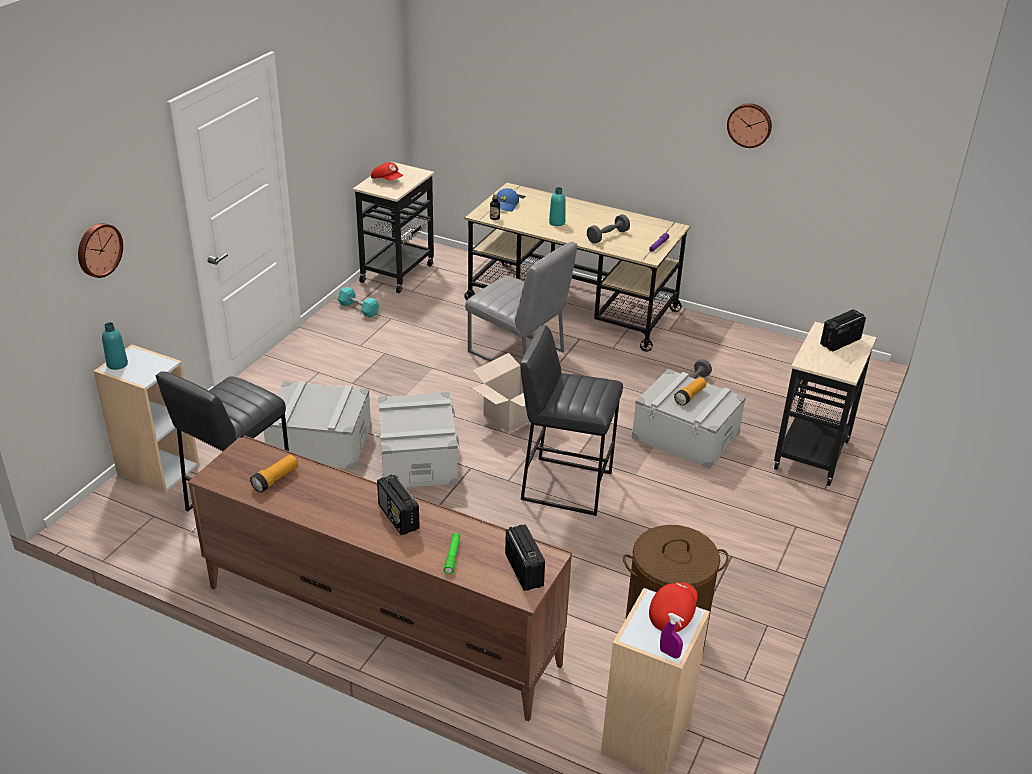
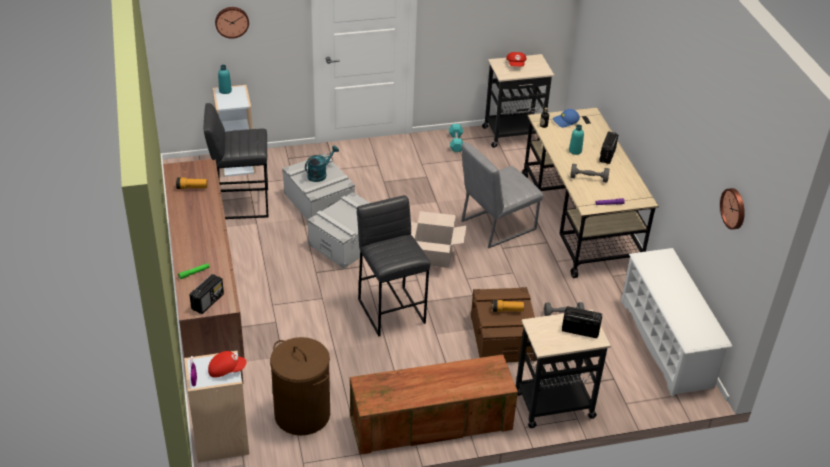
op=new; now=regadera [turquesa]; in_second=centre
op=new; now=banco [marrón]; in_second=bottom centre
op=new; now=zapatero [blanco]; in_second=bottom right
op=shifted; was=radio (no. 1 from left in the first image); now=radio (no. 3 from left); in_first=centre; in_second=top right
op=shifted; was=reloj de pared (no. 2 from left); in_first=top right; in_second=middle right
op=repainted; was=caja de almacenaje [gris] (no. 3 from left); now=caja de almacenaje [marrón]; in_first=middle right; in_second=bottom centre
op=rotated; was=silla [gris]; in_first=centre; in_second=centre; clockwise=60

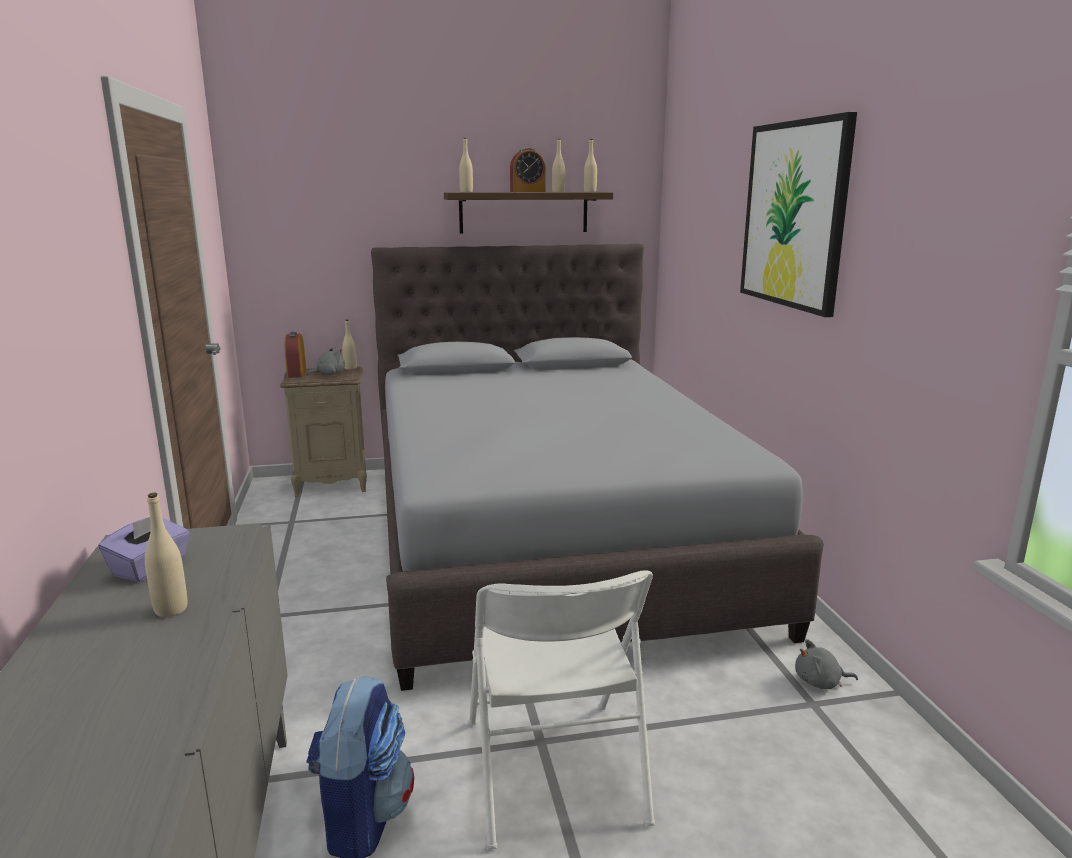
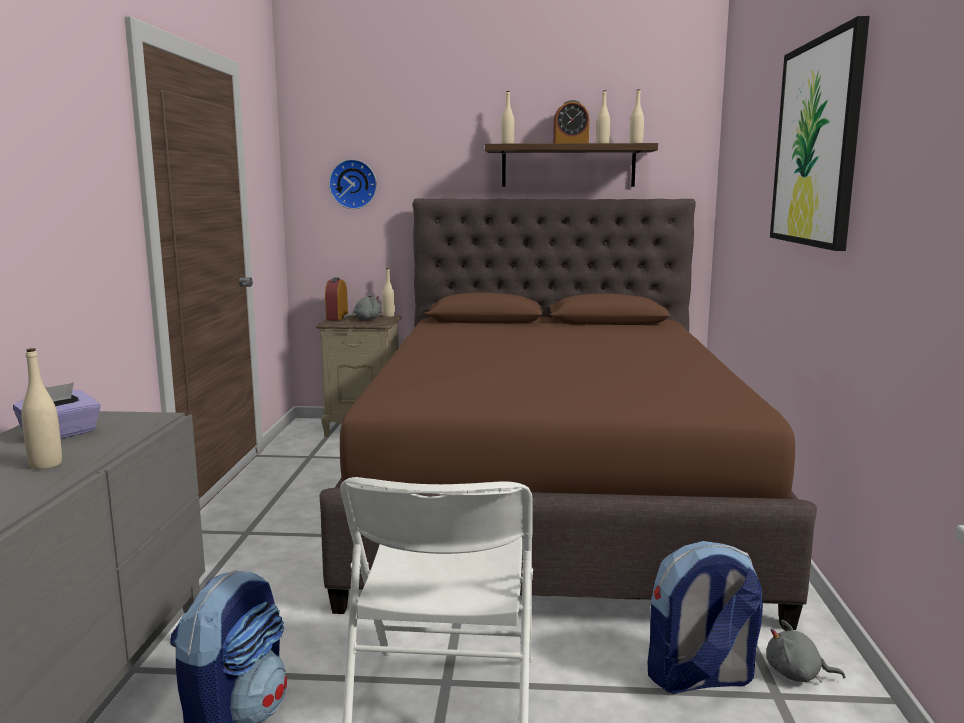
op=new; now=reloj de pared; in_second=top centre
op=new; now=mochila (no. 2 from left); in_second=bottom right
op=repainted; was=cama [gris]; now=cama [marrón]; in_first=centre; in_second=centre

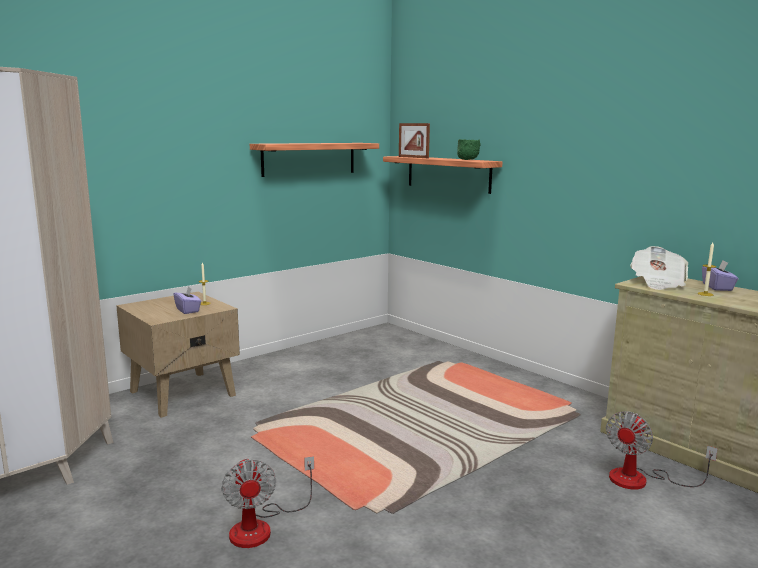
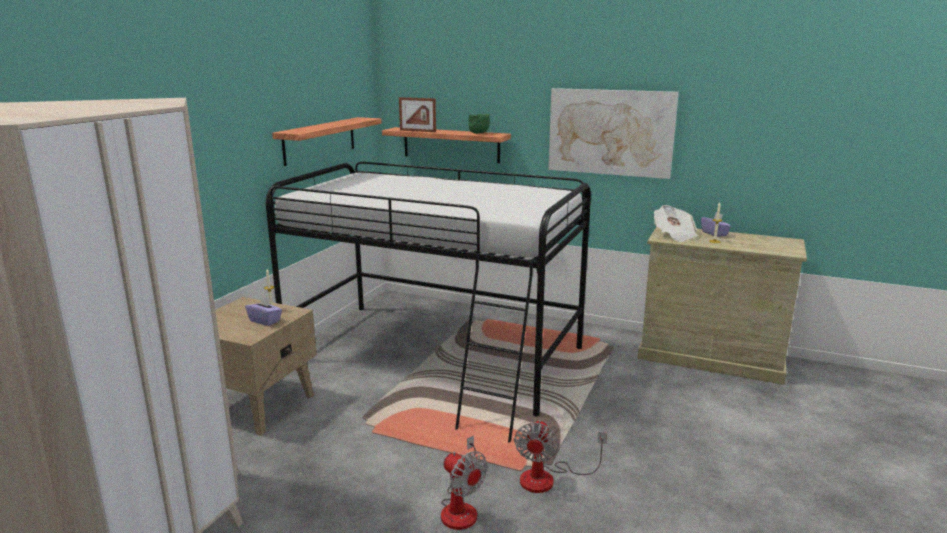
op=new; now=cama [negro]; in_second=centre
op=new; now=cuadro; in_second=top centre
op=shifted; was=ventilador (no. 2 from left); in_first=bottom right; in_second=bottom centre

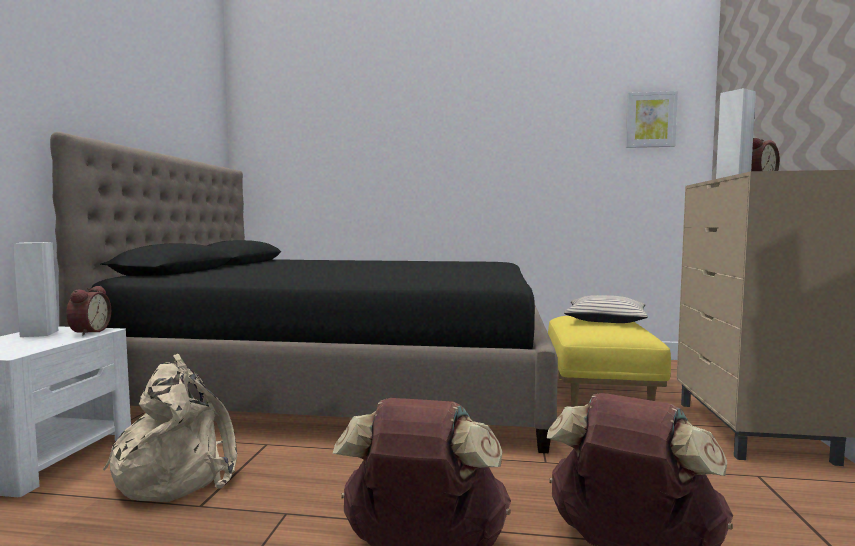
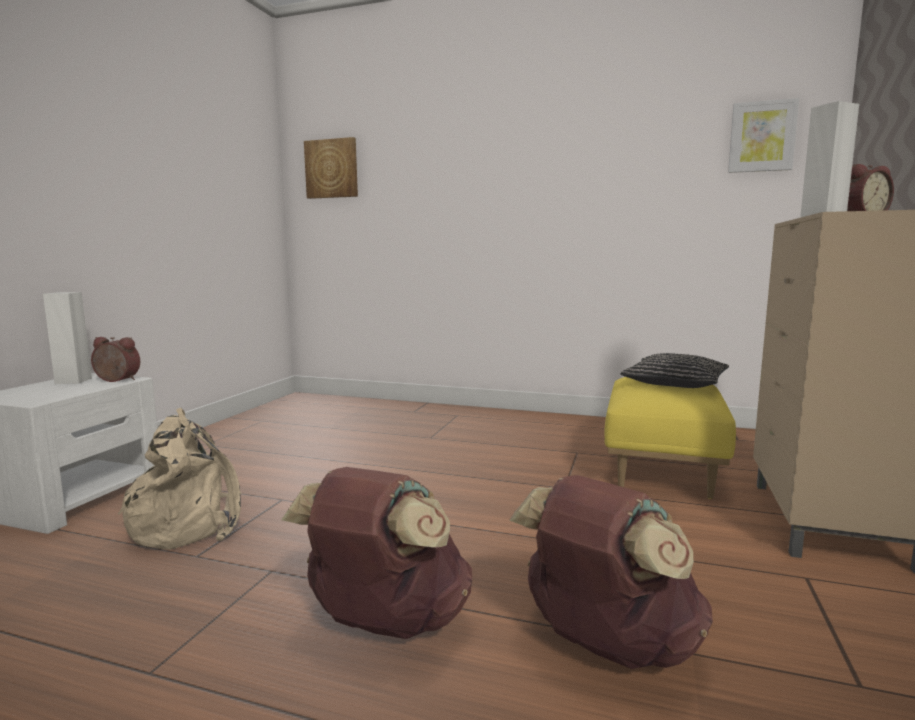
op=gone; was=cama [negro]; in_first=centre
op=new; now=cuadro (no. 1 from left); in_second=top centre
op=repainted; was=cojín [beis]; now=cojín [negro]; in_first=middle right; in_second=middle right
op=rotated; was=despertador (no. 1 from left); in_first=middle left; in_second=middle left; clockwise=-90

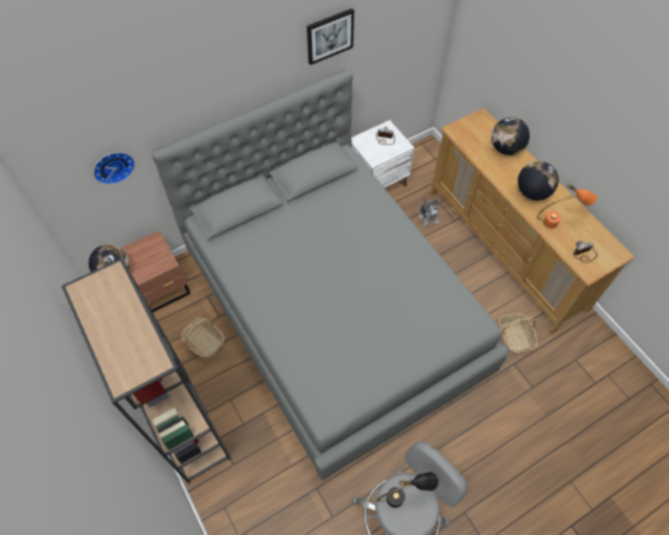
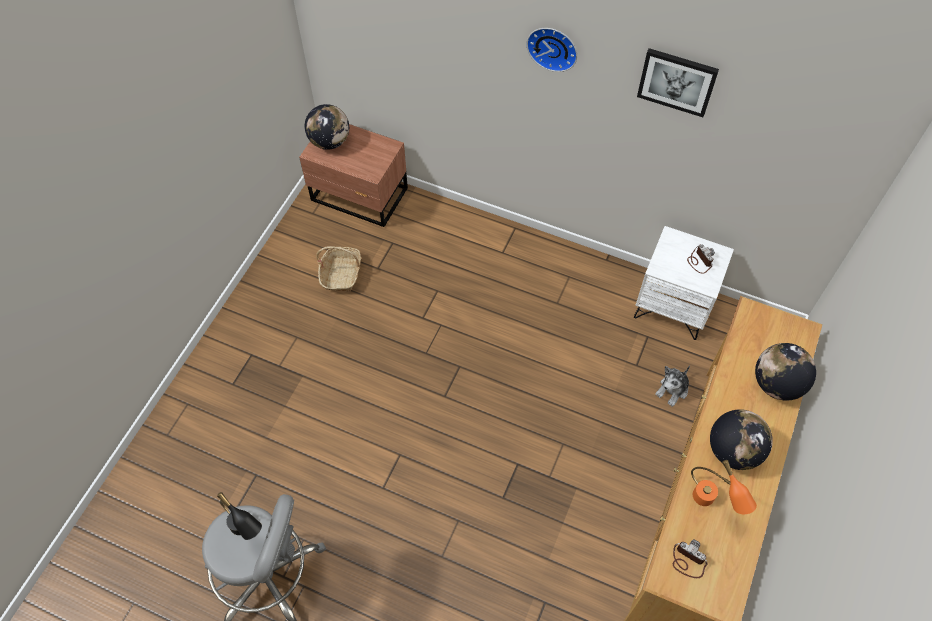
op=gone; was=estantería; in_first=bottom left
op=gone; was=cama [gris]; in_first=centre
op=gone; was=cesta (no. 2 from left); in_first=middle right
op=shifted; was=reloj de pared; in_first=top left; in_second=top centre

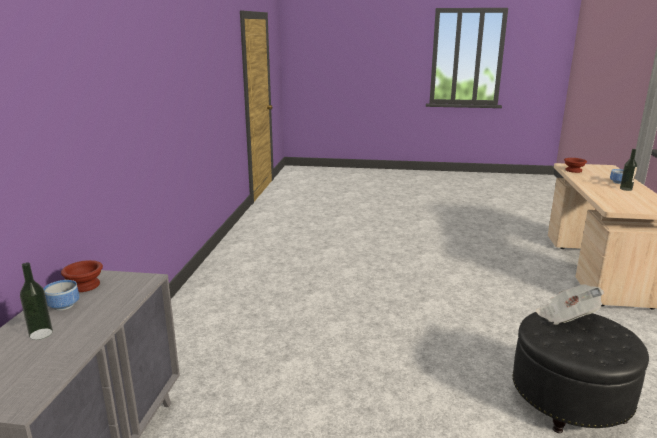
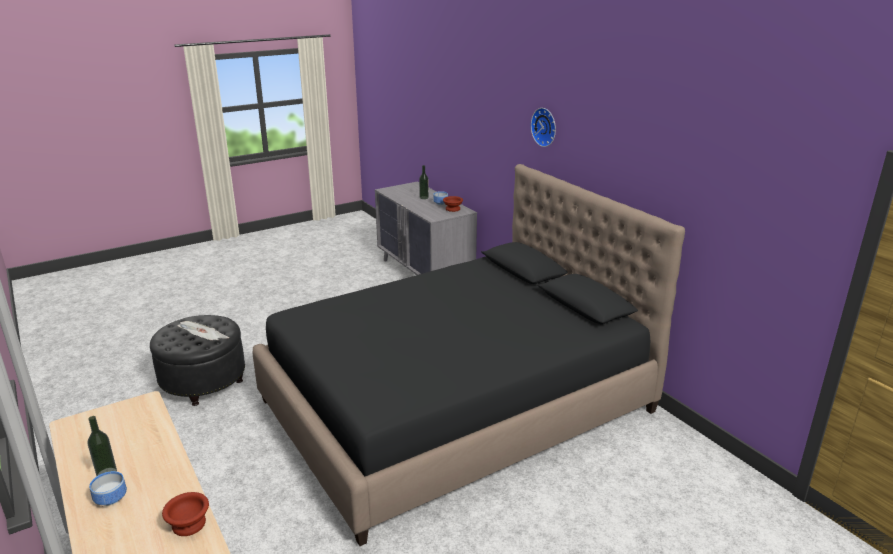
op=new; now=cama [negro]; in_second=centre
op=new; now=reloj de pared; in_second=top centre

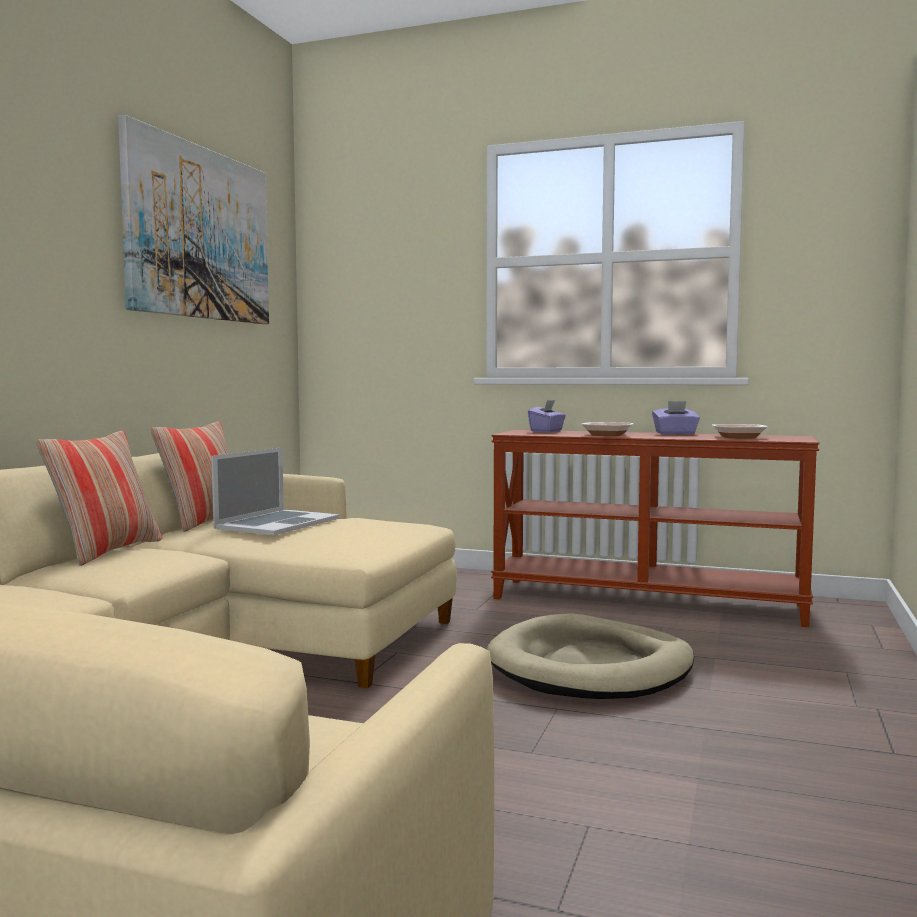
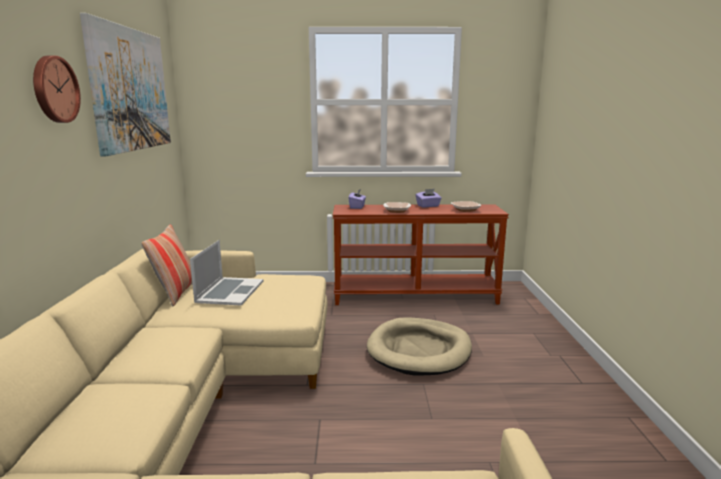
op=gone; was=cojín (no. 1 from left); in_first=middle left
op=new; now=reloj de pared; in_second=top left

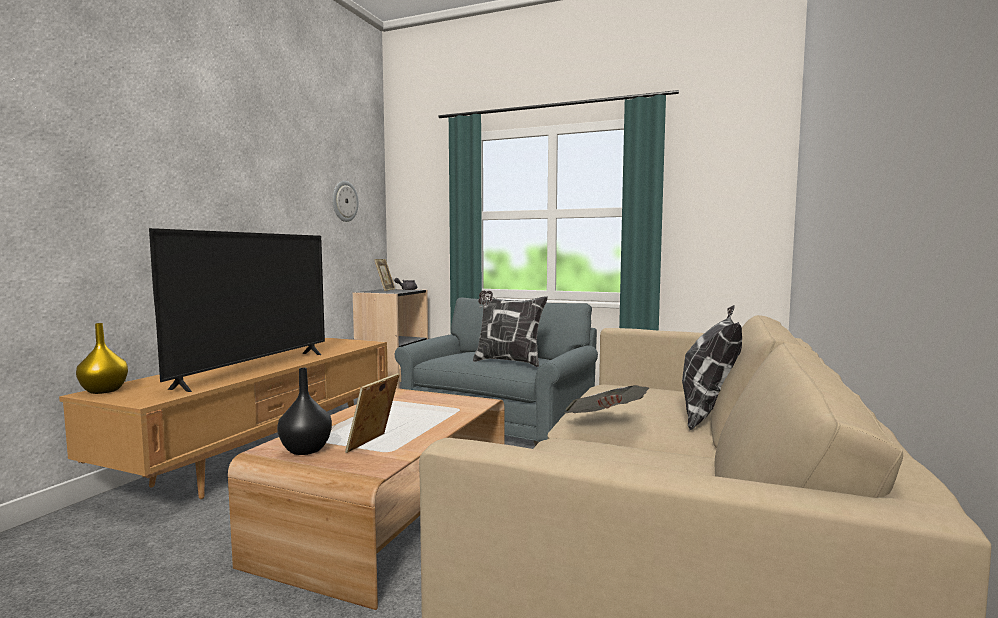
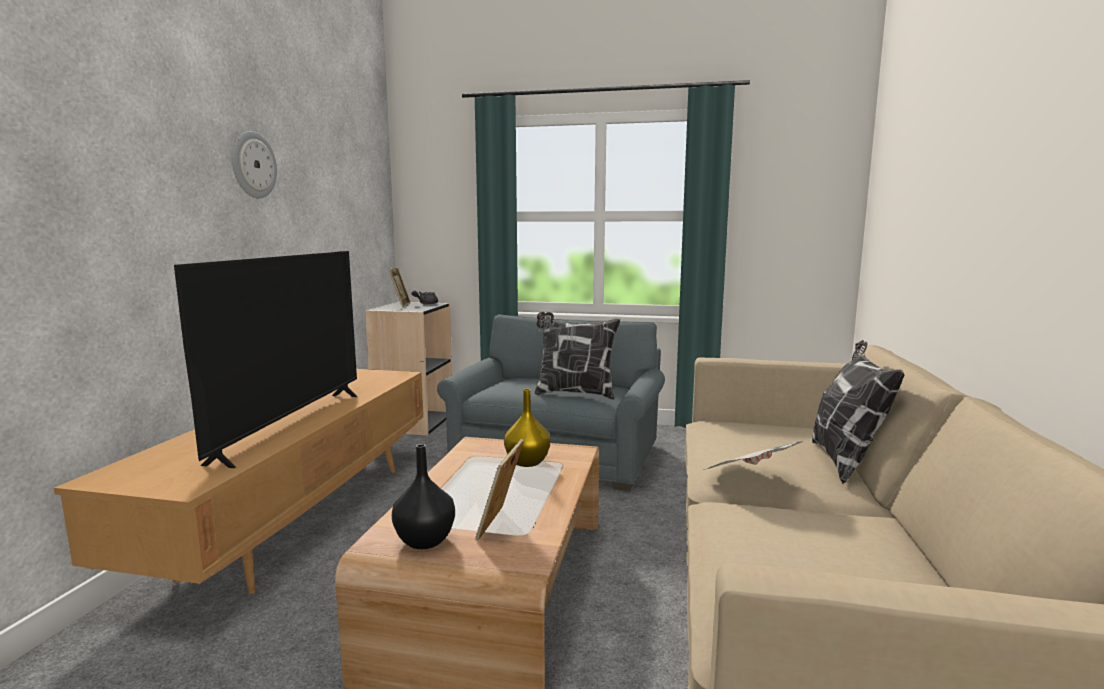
op=shifted; was=florero [amarillo]; in_first=middle left; in_second=centre
op=shifted; was=reloj de pared; in_first=top centre; in_second=top left

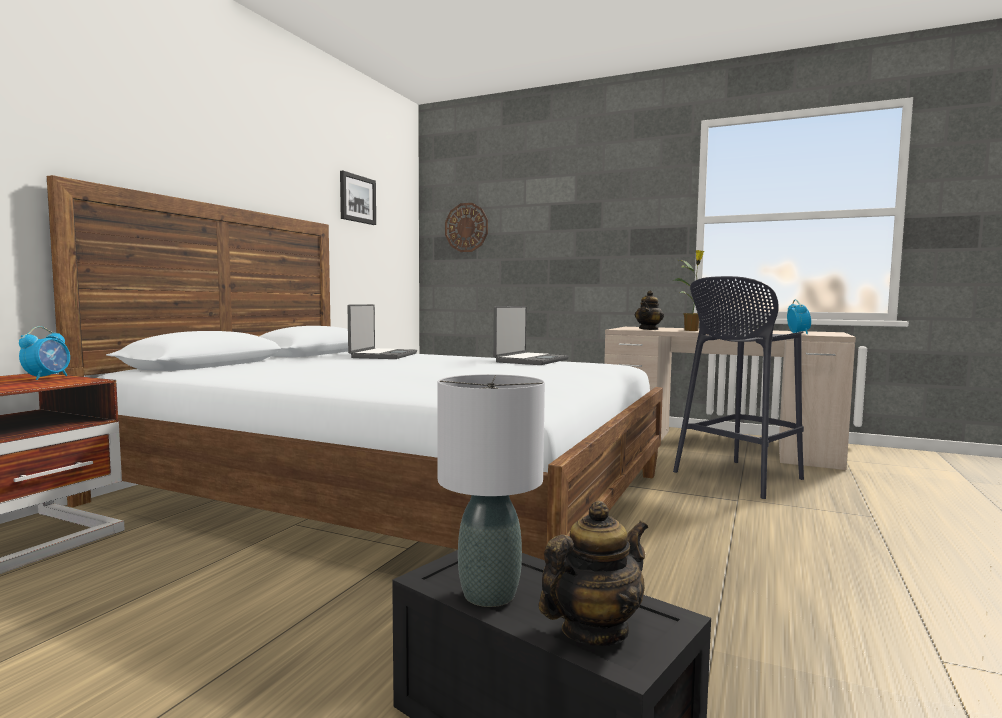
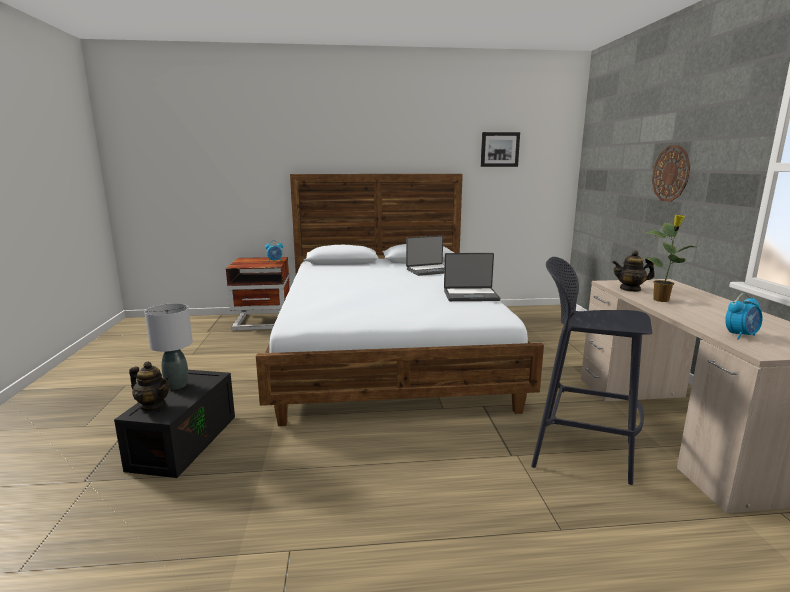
op=shifted; was=reloj de pared; in_first=top centre; in_second=top right

